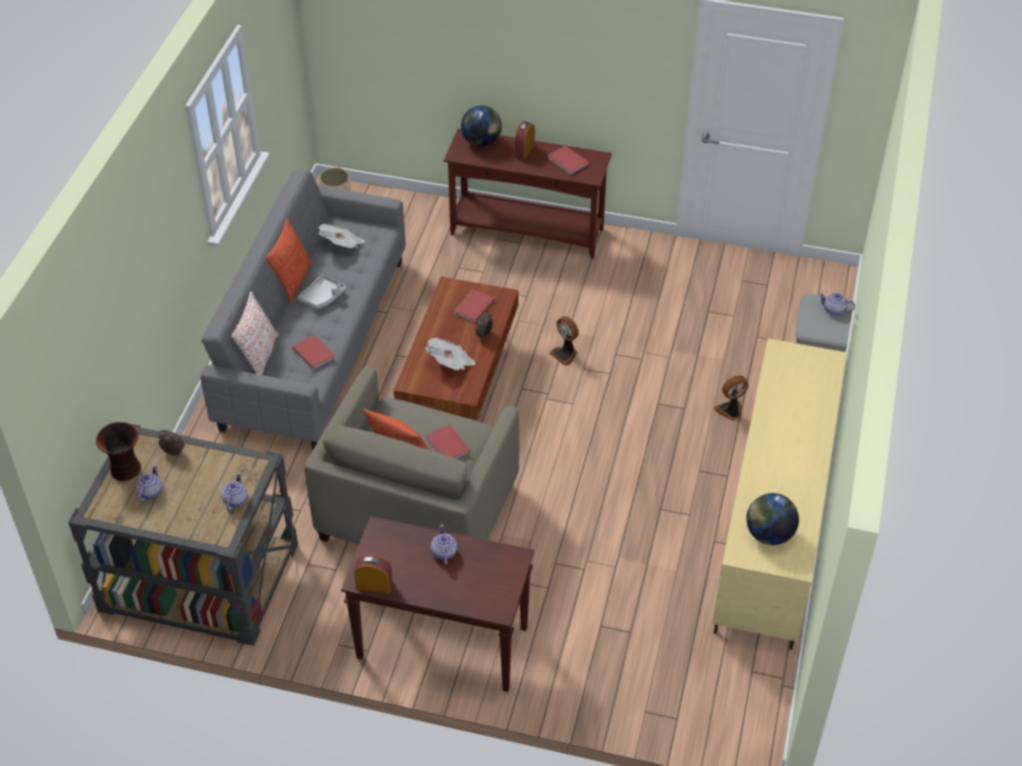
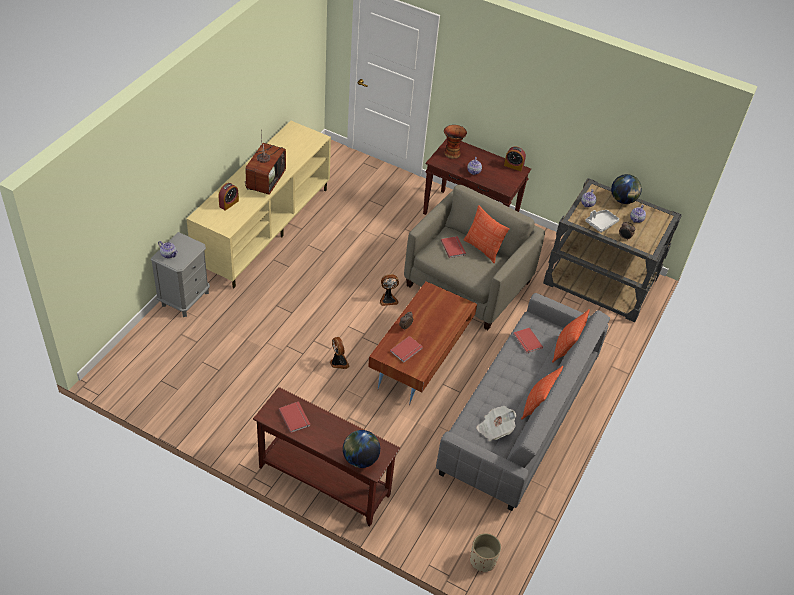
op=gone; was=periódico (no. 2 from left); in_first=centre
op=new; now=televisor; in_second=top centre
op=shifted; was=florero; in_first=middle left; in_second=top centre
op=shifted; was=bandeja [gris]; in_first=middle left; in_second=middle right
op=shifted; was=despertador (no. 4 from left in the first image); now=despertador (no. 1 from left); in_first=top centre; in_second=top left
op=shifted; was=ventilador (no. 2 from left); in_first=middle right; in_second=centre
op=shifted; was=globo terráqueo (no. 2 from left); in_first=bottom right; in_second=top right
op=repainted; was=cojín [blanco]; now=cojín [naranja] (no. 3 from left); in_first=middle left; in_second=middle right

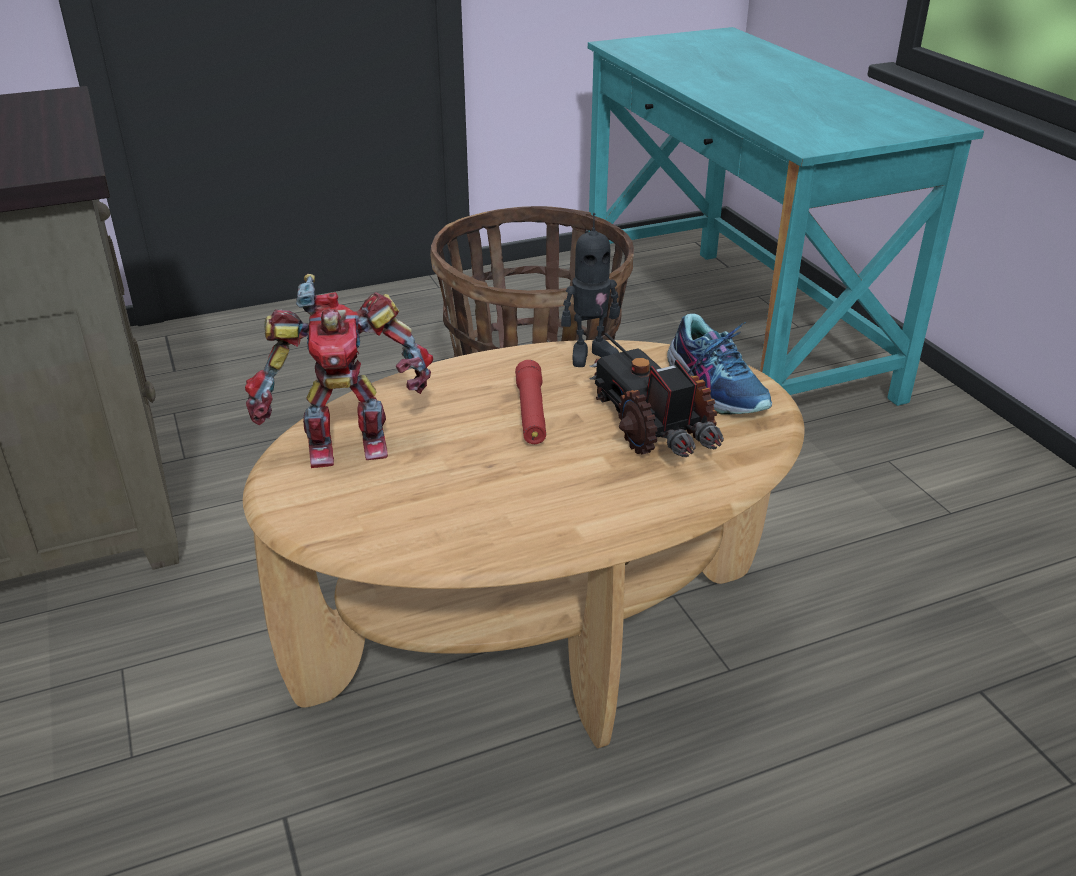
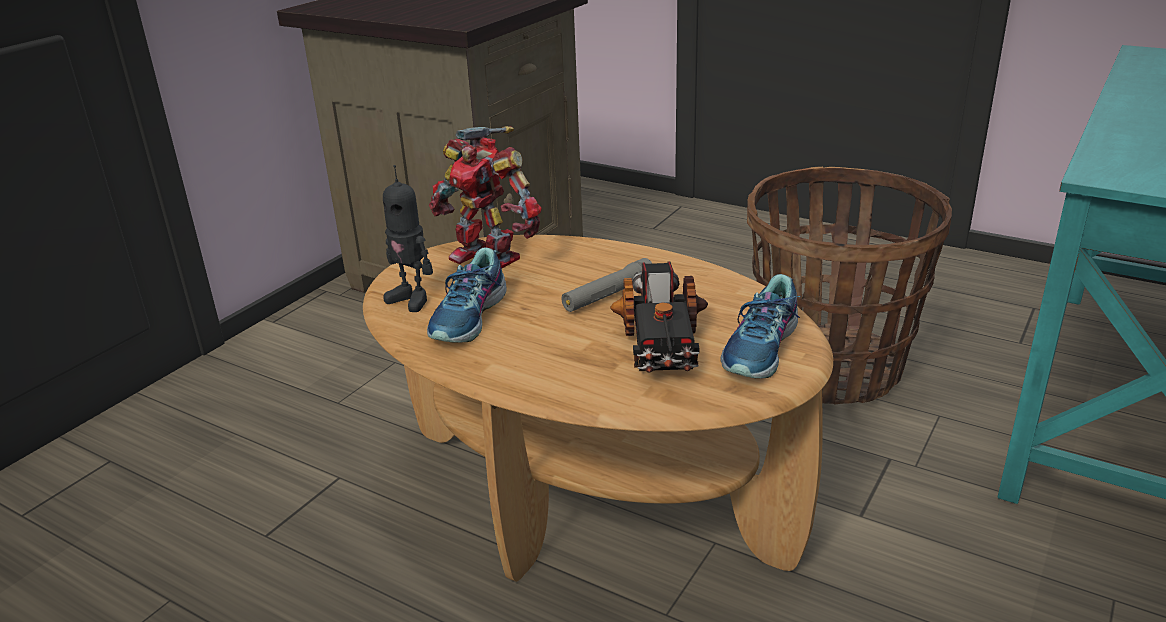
op=new; now=zapato (no. 1 from left); in_second=centre
op=shifted; was=robot de juguete (no. 2 from left in the first image); now=robot de juguete (no. 1 from left); in_first=top centre; in_second=centre
op=repainted; was=linterna [rojo]; now=linterna [gris]; in_first=centre; in_second=centre
op=rotated; was=camión de juguete; in_first=centre; in_second=centre; clockwise=150

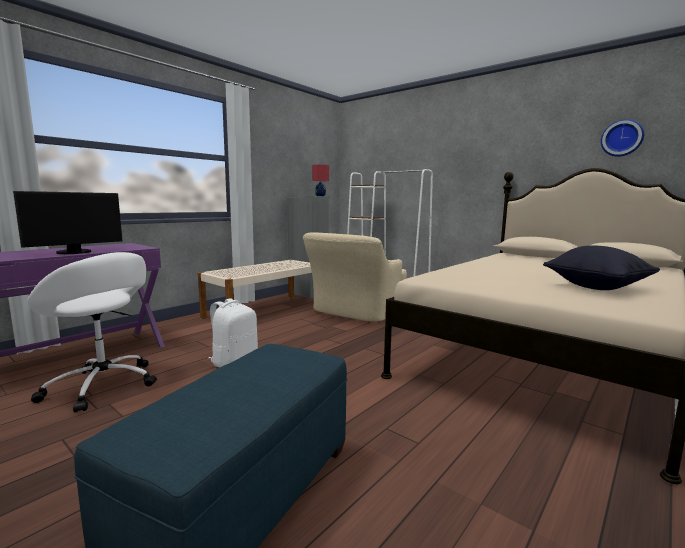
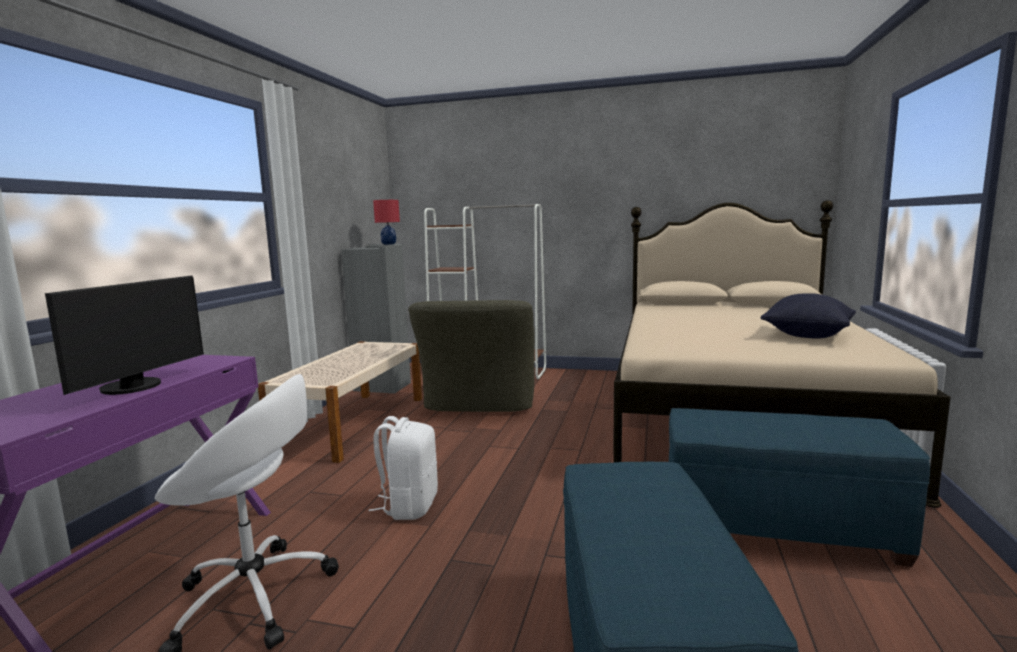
op=gone; was=reloj de pared; in_first=top right
op=new; now=puf [azul] (no. 2 from left); in_second=bottom right
op=repainted; was=sillón [beis]; now=sillón [verde]; in_first=centre; in_second=centre

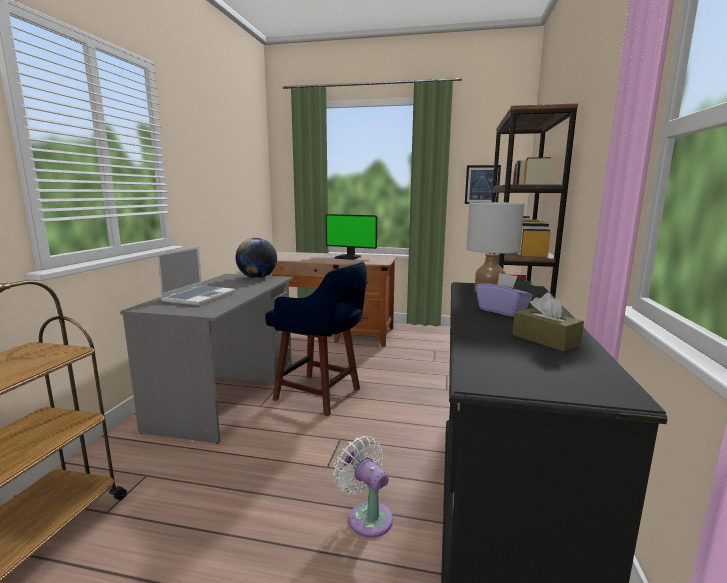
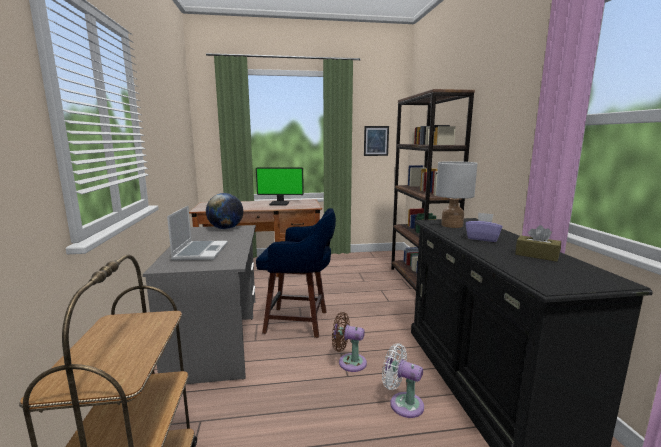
op=new; now=ventilador [marrón]; in_second=bottom centre

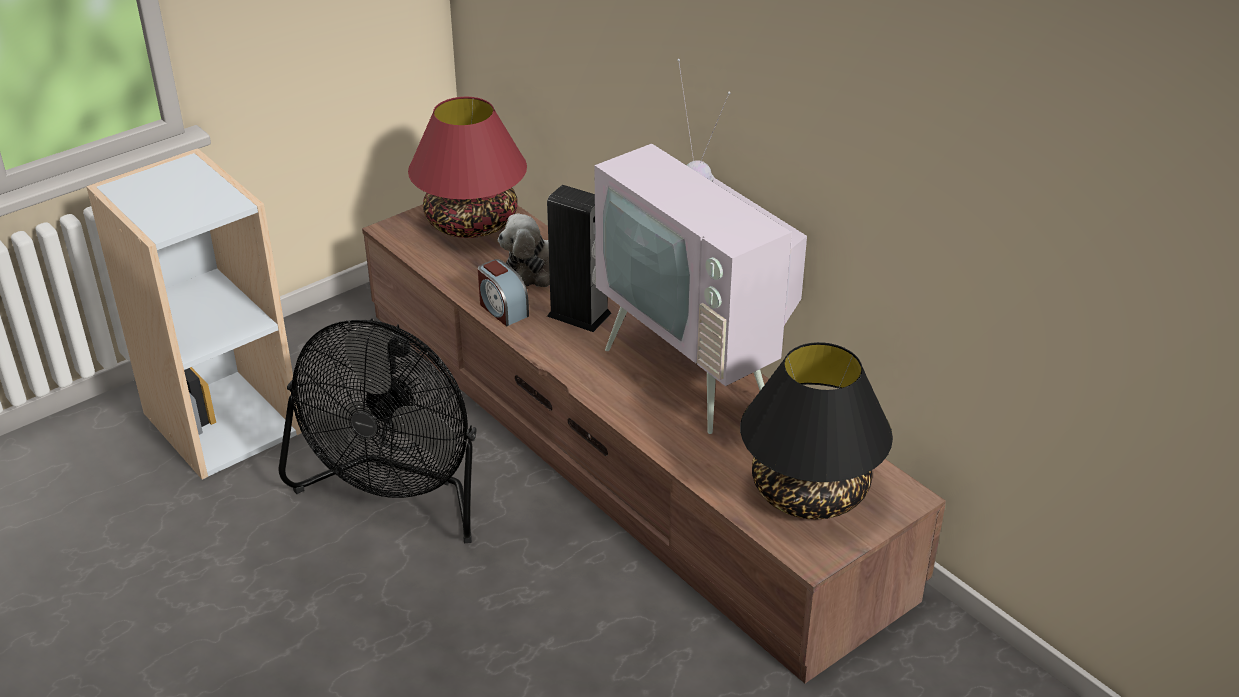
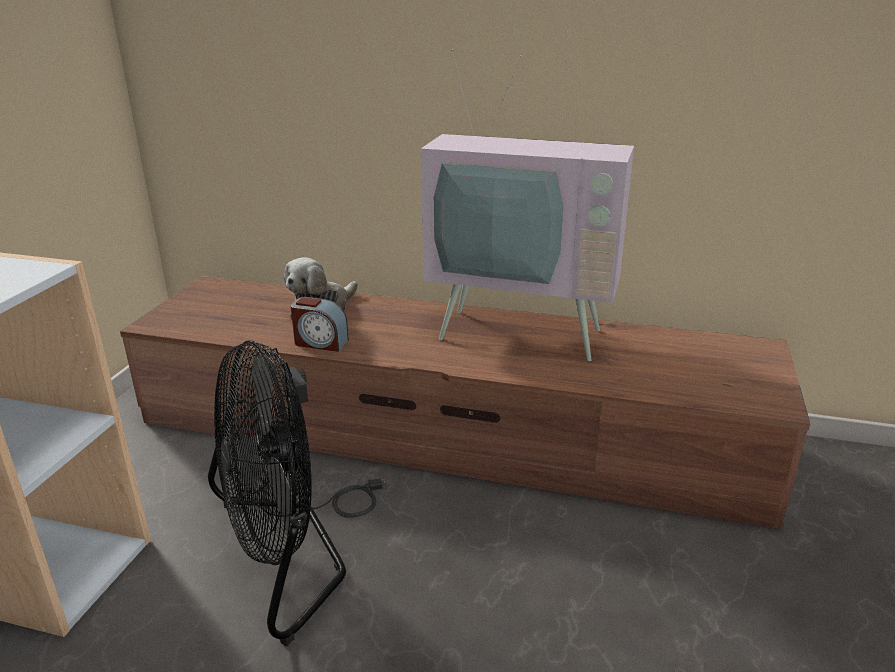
op=gone; was=lámpara de mesa [rojo]; in_first=top centre
op=gone; was=altavoz; in_first=centre
op=gone; was=lámpara de mesa [negro]; in_first=centre
op=rotated; was=ventilador [negro]; in_first=middle left; in_second=bottom left; clockwise=75

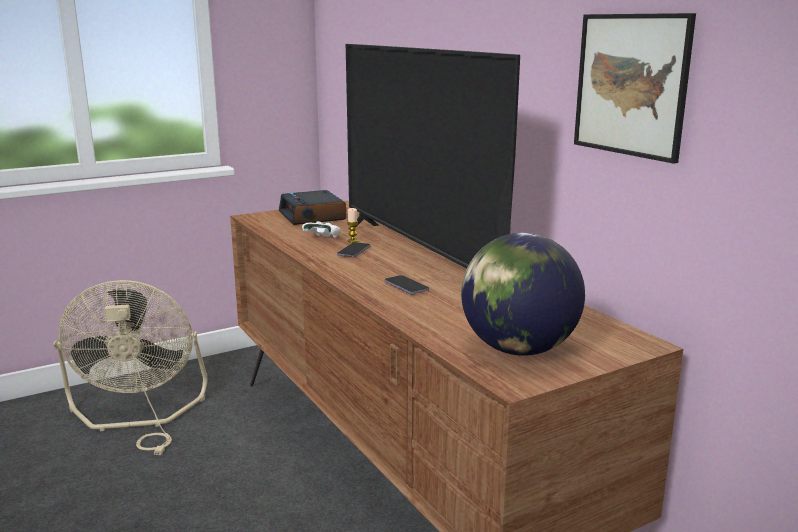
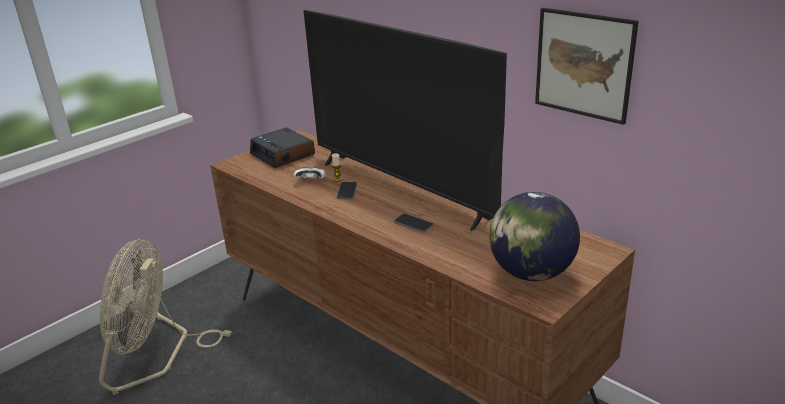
op=rotated; was=ventilador [beis]; in_first=bottom left; in_second=bottom left; clockwise=-60

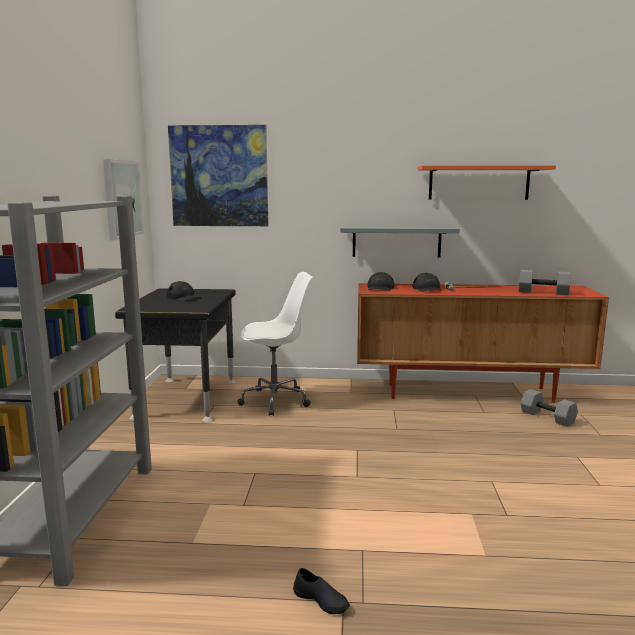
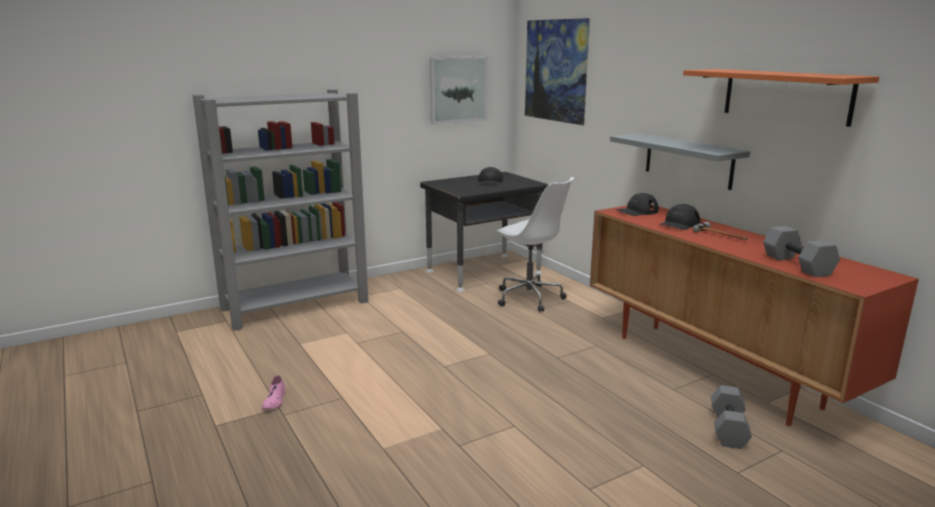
op=repainted; was=zapato [negro]; now=zapato [rosa]; in_first=bottom centre; in_second=bottom left

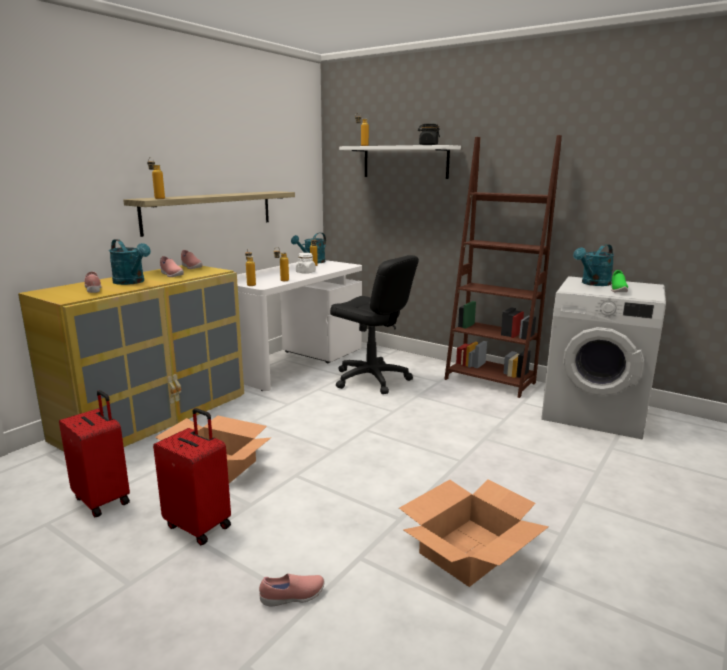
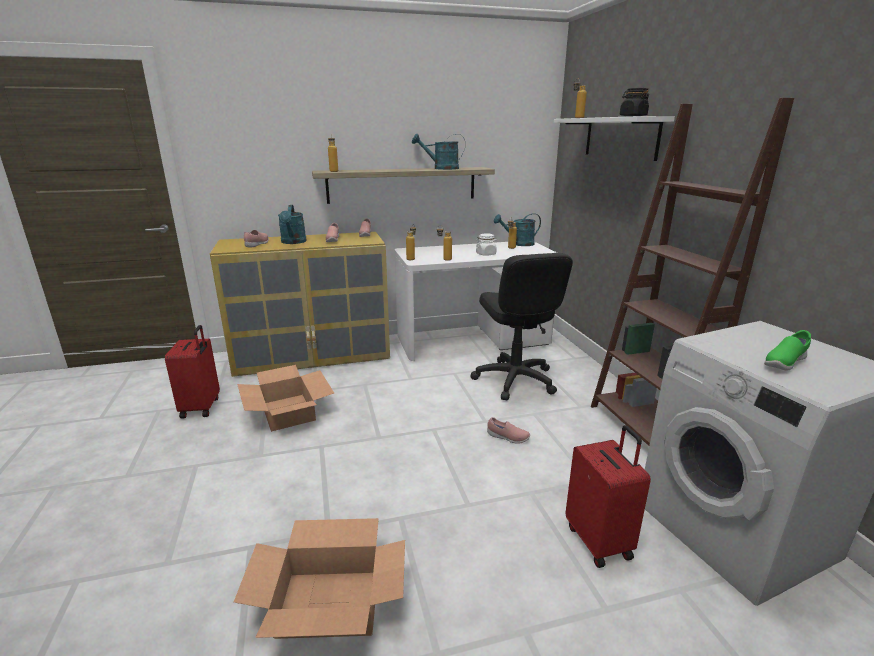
op=shifted; was=maleta [rojo] (no. 2 from left); in_first=bottom left; in_second=bottom right
op=shifted; was=zapato [rosa] (no. 4 from left); in_first=bottom centre; in_second=centre
op=shifted; was=regadera [turquesa] (no. 3 from left in the first image); now=regadera [turquesa] (no. 2 from left); in_first=middle right; in_second=top centre

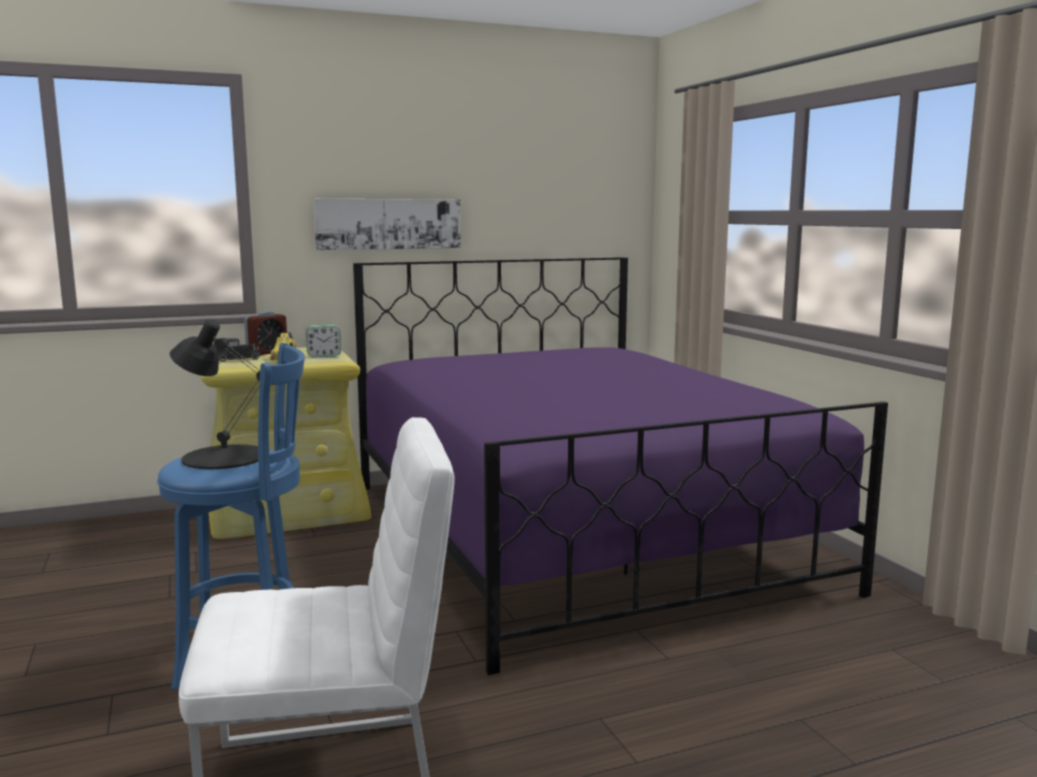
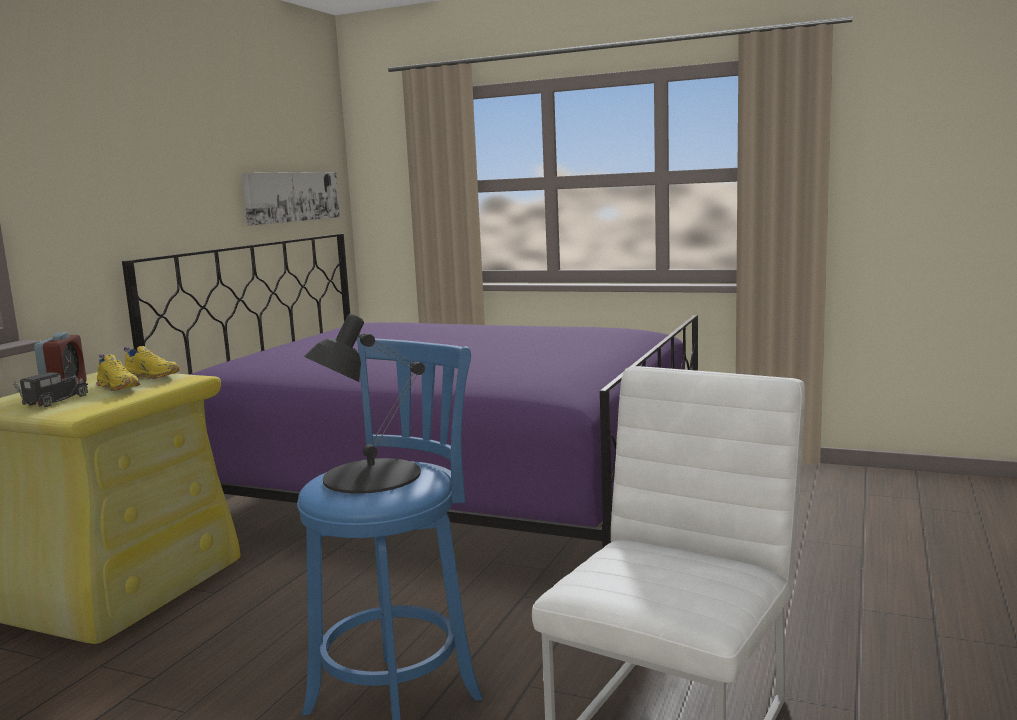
op=shifted; was=cuadro; in_first=top centre; in_second=top left
op=swapped; was=despertador (no. 2 from left); now=zapato [amarillo] (no. 2 from left); in_first=middle left; in_second=middle left

